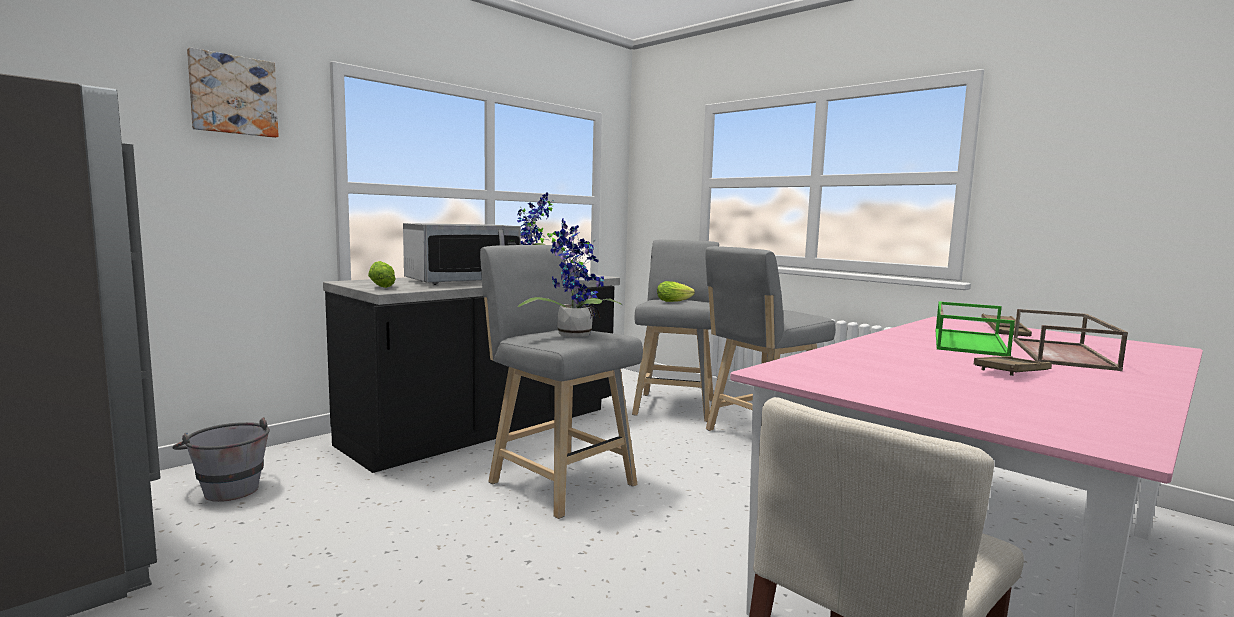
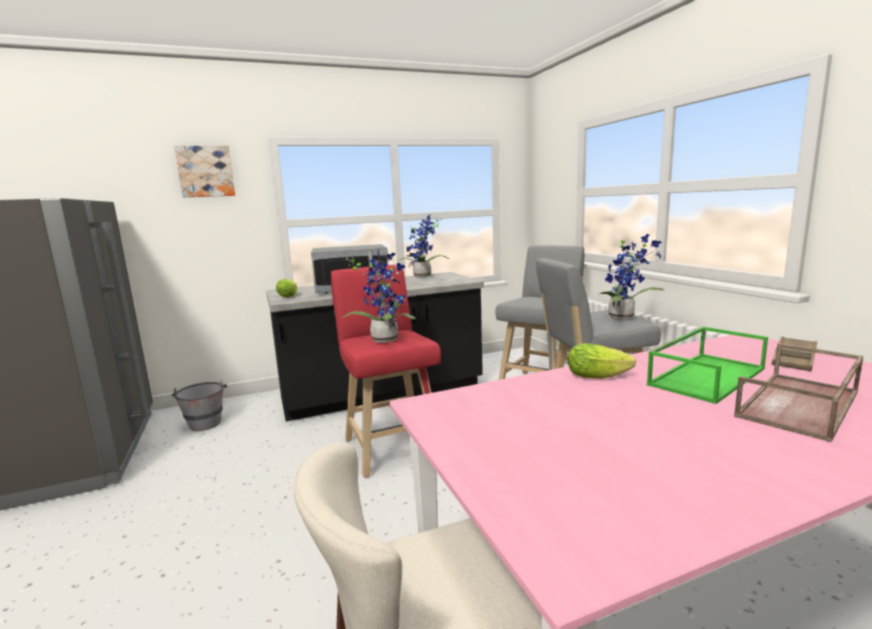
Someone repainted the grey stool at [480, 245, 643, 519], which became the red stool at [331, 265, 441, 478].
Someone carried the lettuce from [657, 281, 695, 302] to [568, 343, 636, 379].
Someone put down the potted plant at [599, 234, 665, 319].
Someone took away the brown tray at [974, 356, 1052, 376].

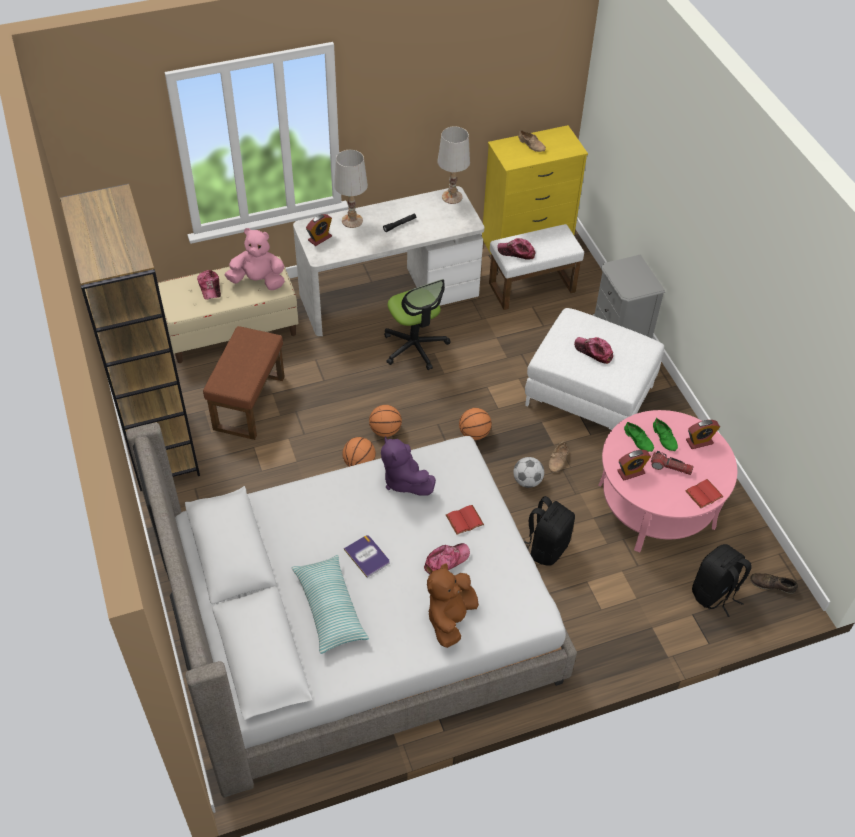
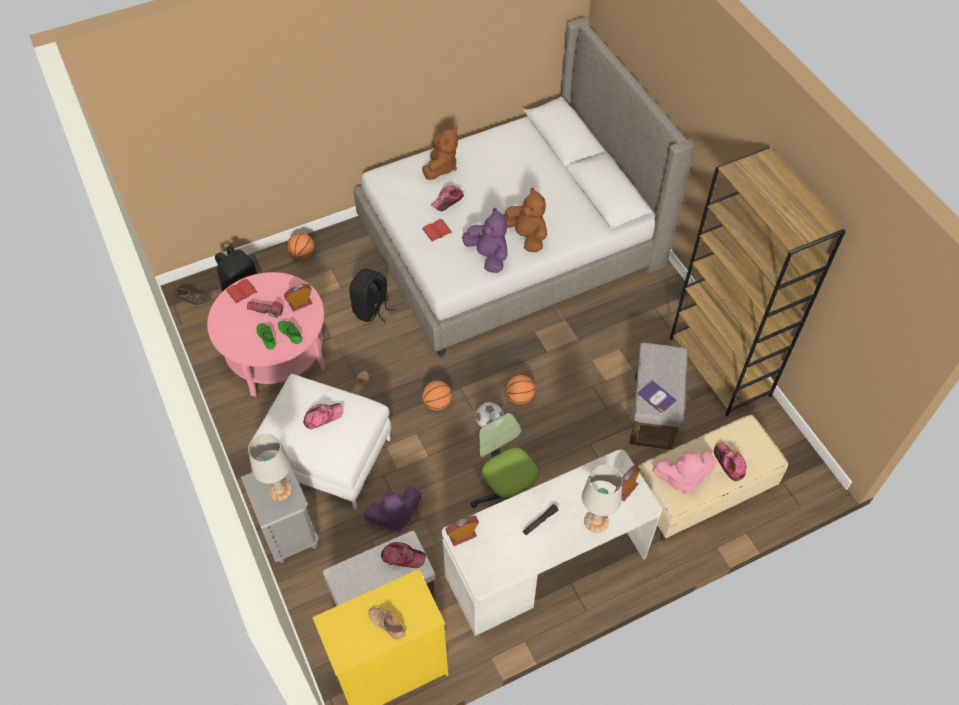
Someone carried the white table lamp from [437, 126, 470, 204] to [248, 433, 292, 501].
Someone carried the basketball from [342, 437, 376, 467] to [287, 233, 314, 260].
Someone rotated the cap at [574, 337, 613, 364] by 60 degrees counterclockwise.
Someone put down the purple plush toy at [364, 486, 422, 532].
Someone carried the alarm clock from [686, 420, 720, 449] to [445, 516, 479, 546].
Someone carried the football from [513, 457, 544, 488] to [475, 402, 503, 427].
Someone put down the brown plush toy at [503, 188, 547, 252].
Someone repainted the brown ottoman at [203, 326, 285, 440], which became the grey ottoman at [629, 342, 687, 450].
Someone carried the book from [344, 535, 390, 578] to [637, 380, 677, 414].
Someone took away the pillow at [292, 555, 369, 654].

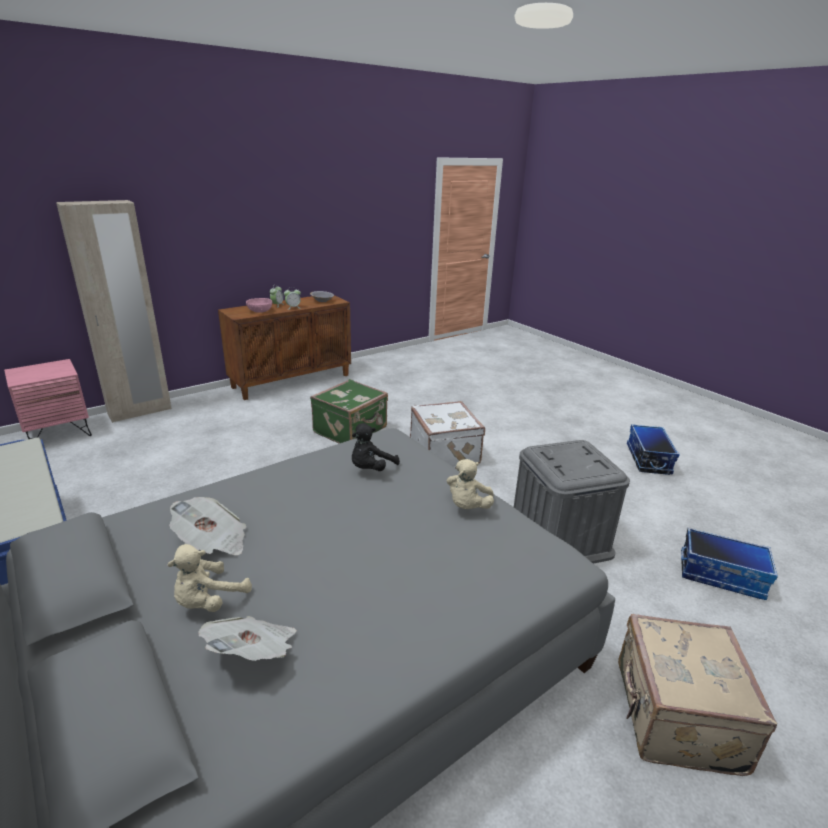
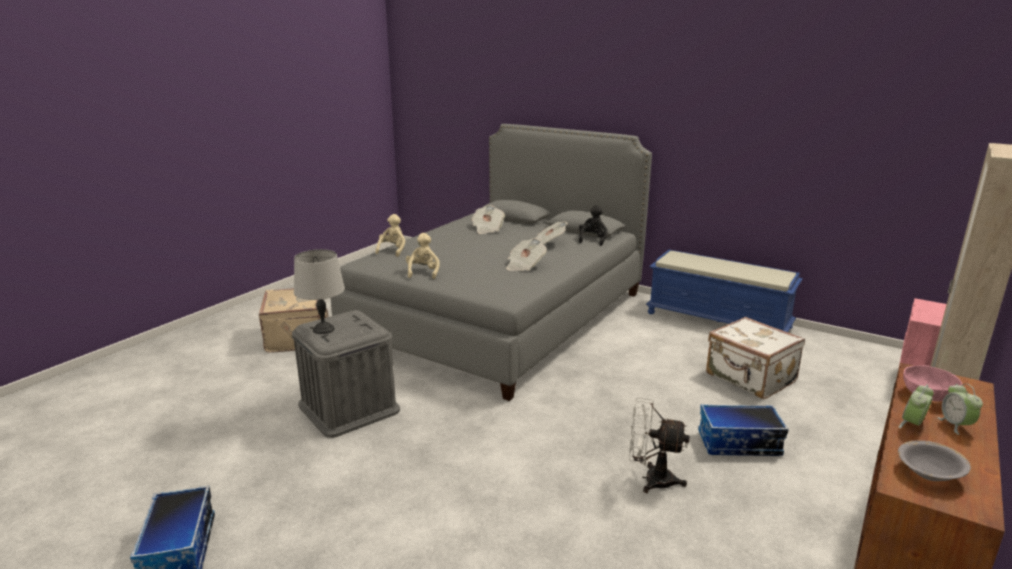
Someone put down the grey table lamp at [294, 249, 345, 334].
Someone carried the beige plush toy from [167, 544, 252, 612] to [375, 214, 406, 257].
Someone put down the newspaper at [506, 238, 547, 271].
Someone carried the black plush toy from [352, 423, 400, 471] to [579, 205, 608, 246].
Someone swapped the green suitcase at [310, 379, 388, 444] for the white fan at [628, 398, 690, 493].
Someone carried the storage box from [681, 527, 778, 600] to [698, 404, 789, 456].
Someone carried the white suitcase from [410, 401, 485, 468] to [706, 317, 805, 399].

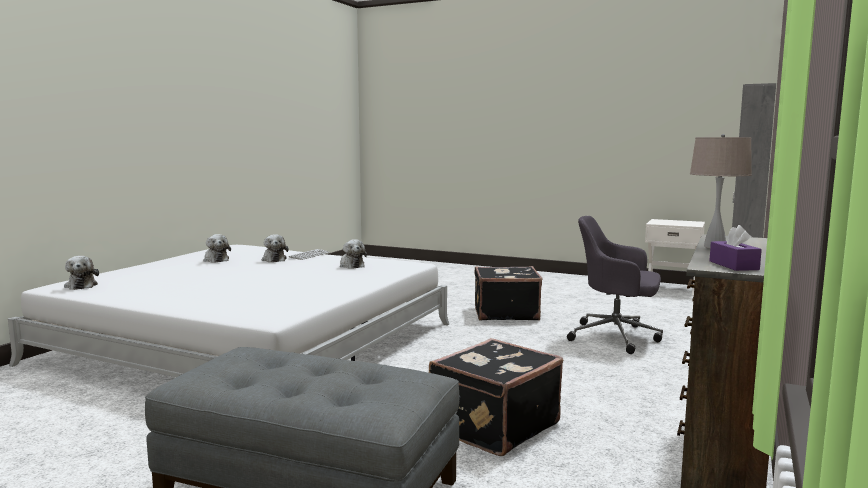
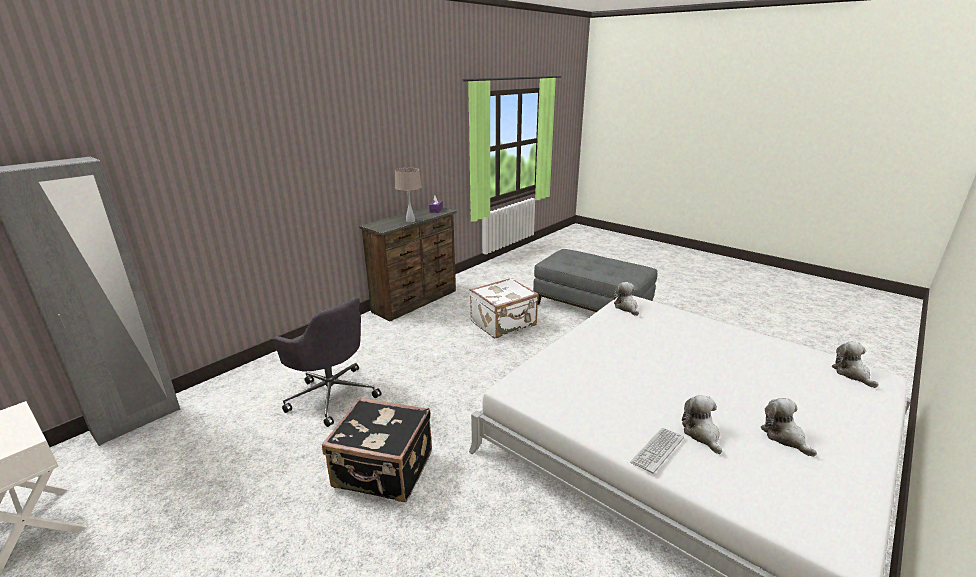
Someone repainted the black suitcase at [429, 338, 563, 456], which became the white suitcase at [470, 278, 539, 338].
Someone carried the plush toy from [340, 239, 367, 269] to [613, 282, 639, 316].

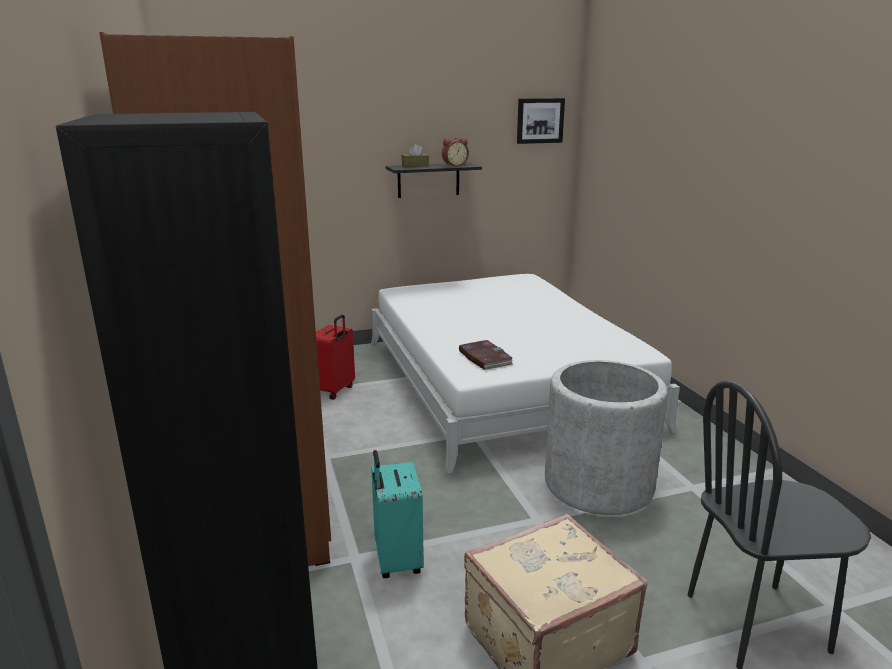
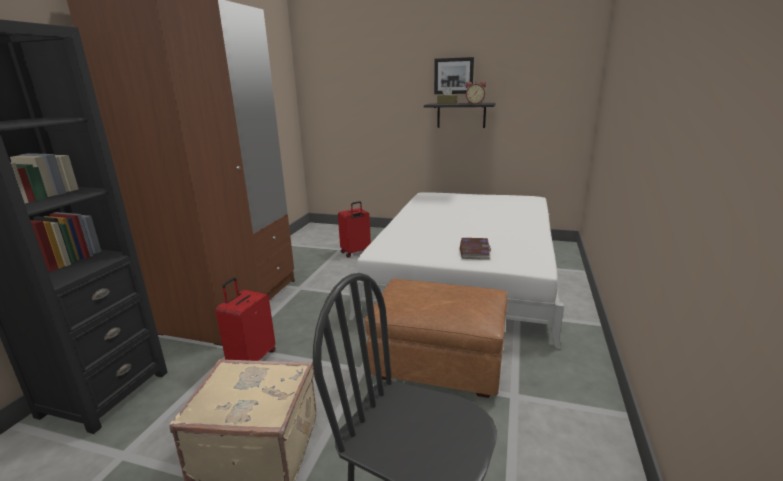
Someone repainted the turquoise suitcase at [371, 450, 424, 578], which became the red suitcase at [216, 277, 276, 361].
Someone swapped the grey planter at [545, 360, 668, 515] for the brown ottoman at [365, 279, 507, 398].
Someone carried the picture from [517, 98, 565, 144] to [434, 57, 474, 94].
Someone carried the book from [459, 340, 514, 370] to [460, 238, 491, 260].

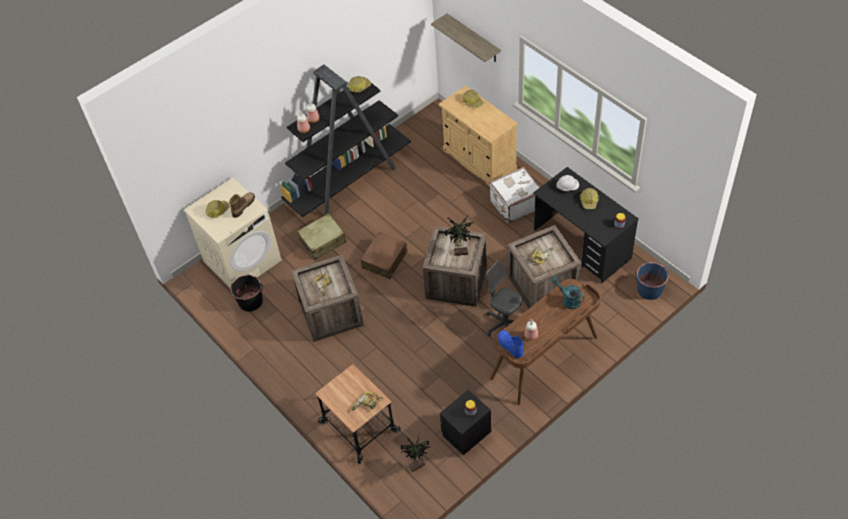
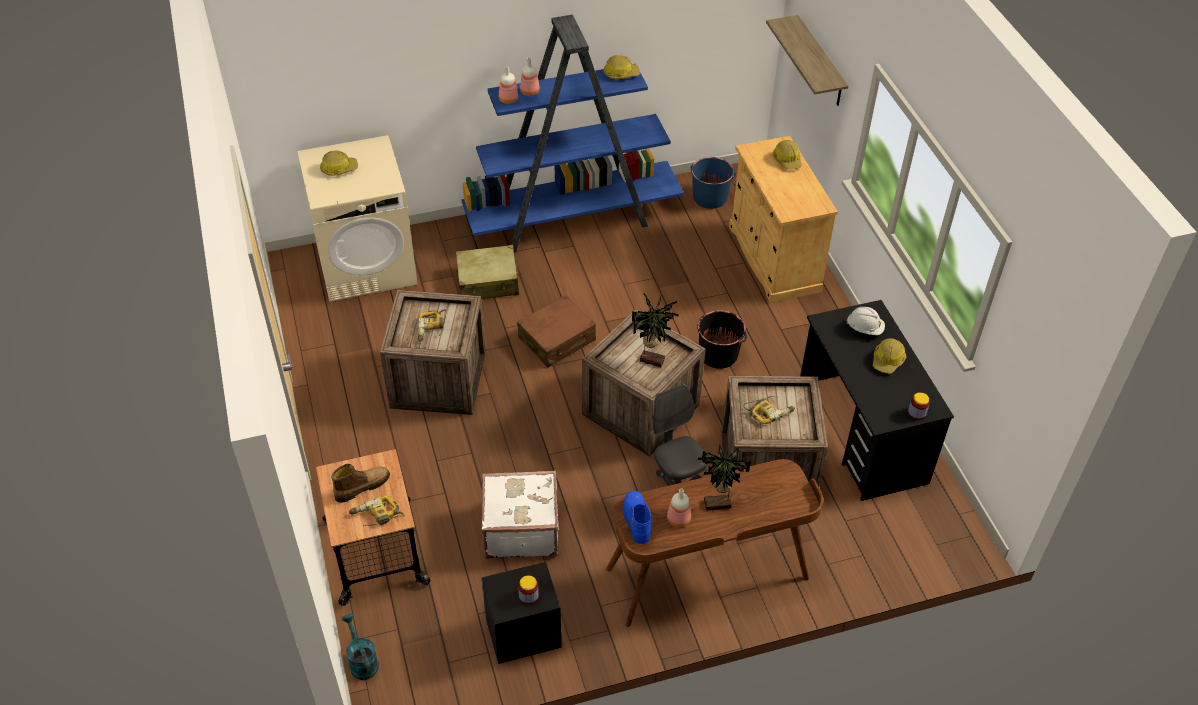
Someone carried the boot from [229, 192, 255, 218] to [331, 464, 390, 503].
Someone carried the turquoise watering can from [551, 277, 585, 309] to [342, 613, 379, 680].
Someone repainted the black bookcase at [280, 65, 411, 217], which became the blue bookcase at [461, 15, 684, 253].
Someone carried the white suitcase from [489, 167, 540, 223] to [482, 470, 558, 559].
Someone carried the blue bucket from [635, 262, 669, 300] to [690, 157, 736, 209].
Someone carried the black bucket from [230, 275, 263, 312] to [697, 310, 747, 369].
Someone carried the potted plant from [401, 436, 431, 472] to [698, 445, 750, 511].

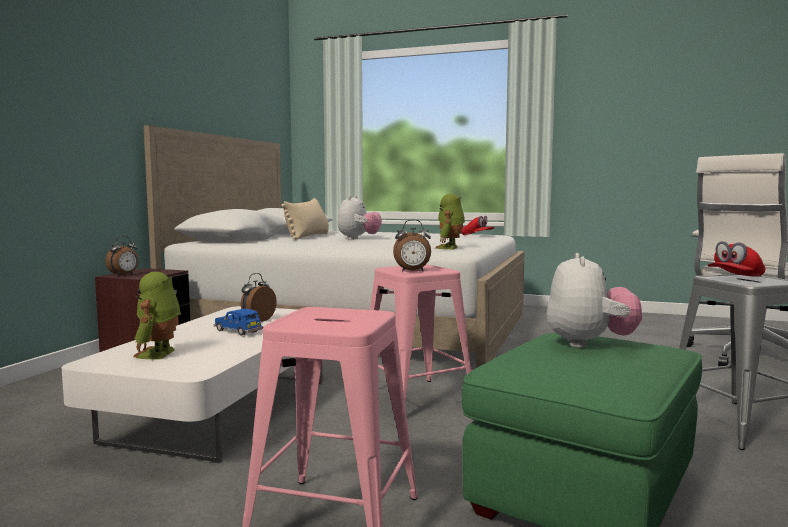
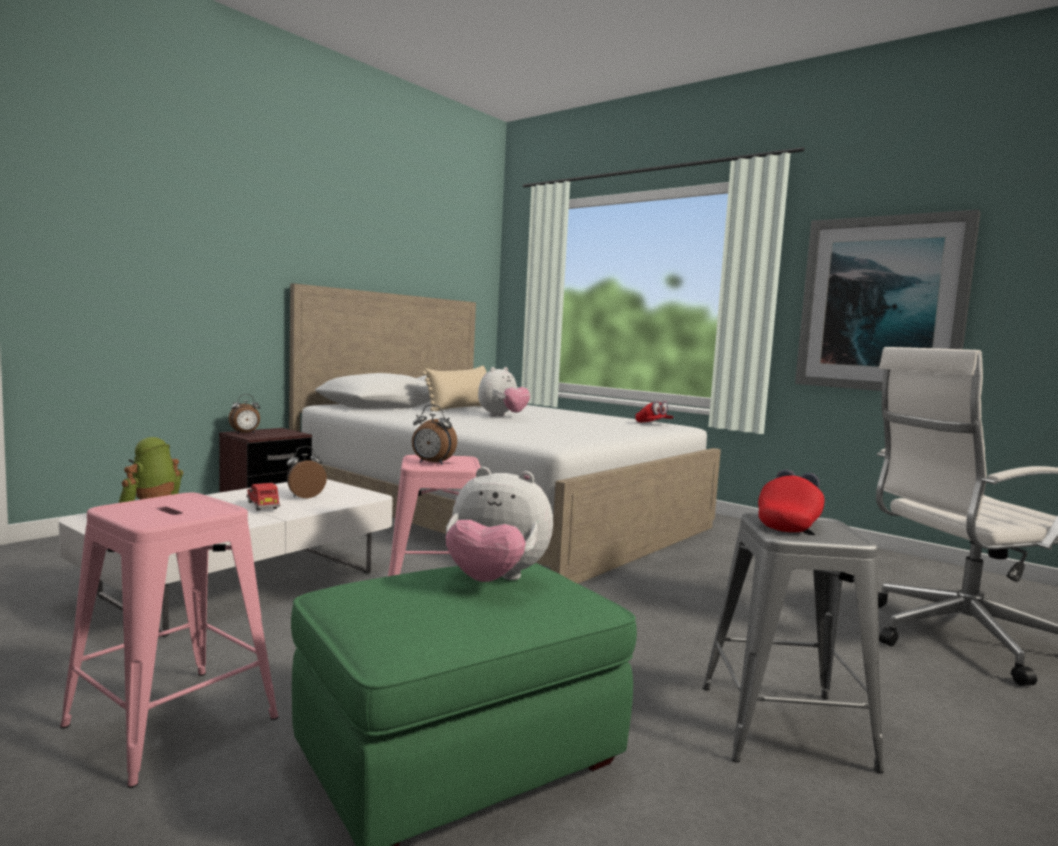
Someone repainted the blue toy car at [214, 309, 263, 336], which became the red toy car at [246, 483, 280, 511].
Someone rotated the plush toy at [547, 253, 642, 348] by 75 degrees clockwise.
Someone rotated the red cap at [707, 241, 765, 277] by 135 degrees clockwise.
Someone put up the picture at [795, 210, 981, 391].
Someone took away the toy robot at [435, 194, 465, 249].

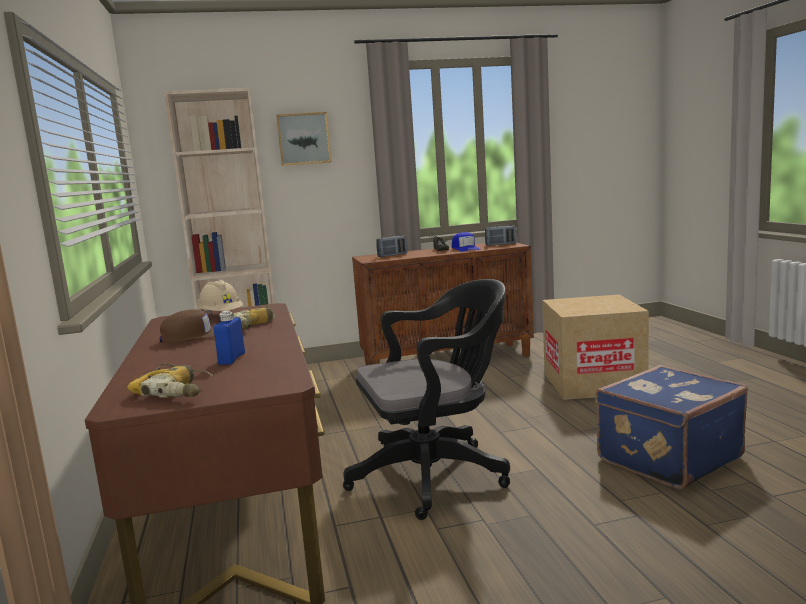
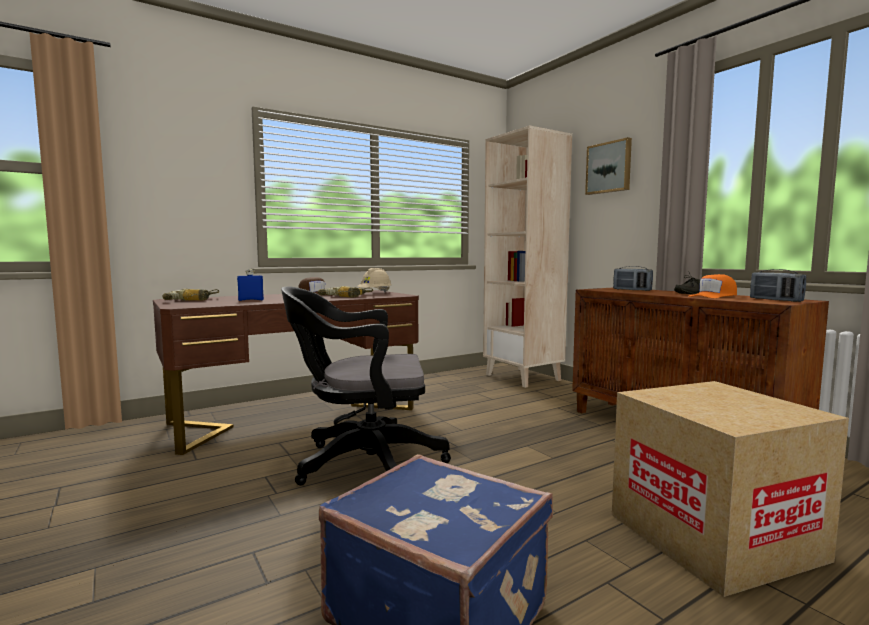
Someone rotated the black office chair at [343, 279, 510, 520] by 120 degrees clockwise.
Someone repainted the blue cap at [452, 232, 480, 252], which became the orange cap at [688, 274, 737, 298].

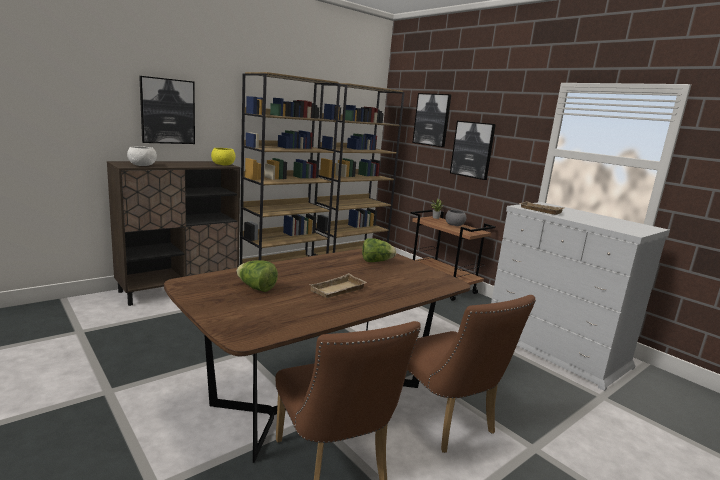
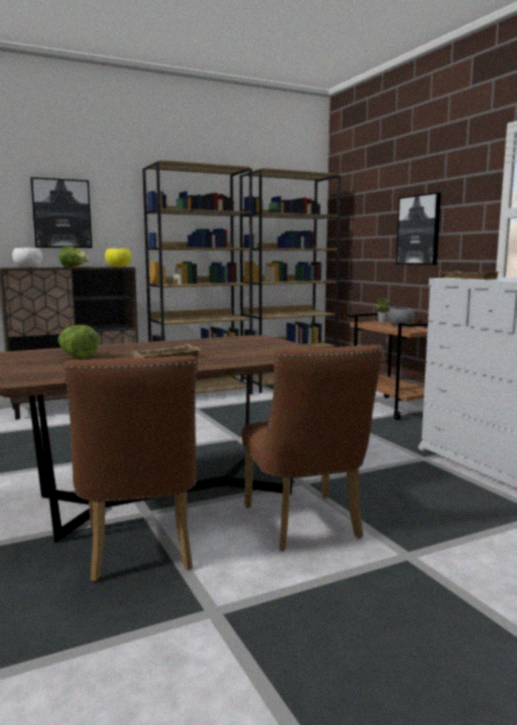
Someone carried the lettuce from [362, 238, 396, 262] to [59, 247, 89, 267].
Someone took away the picture at [413, 93, 451, 147].

